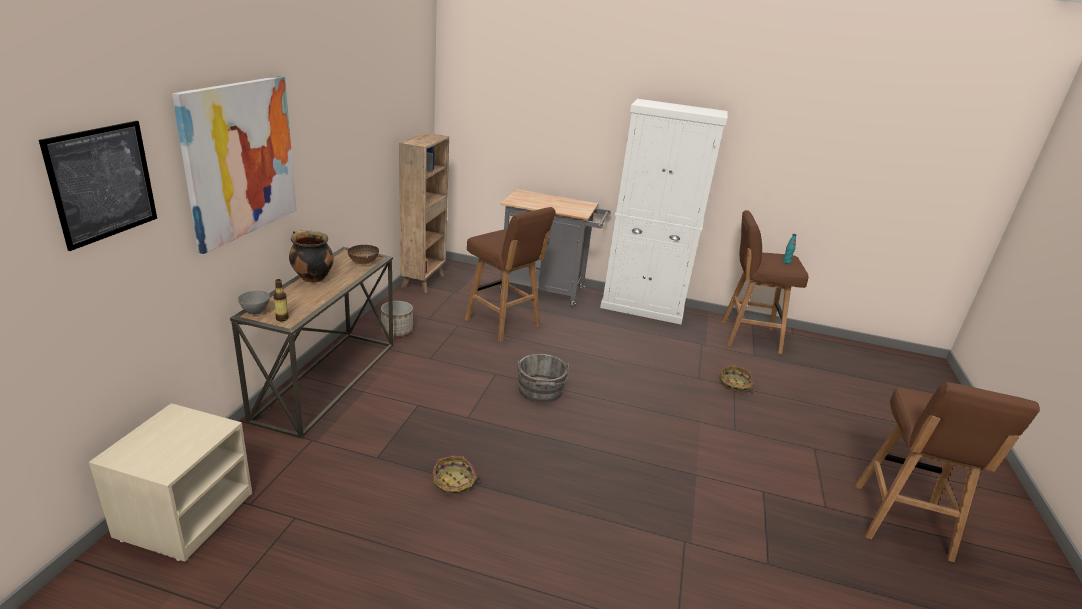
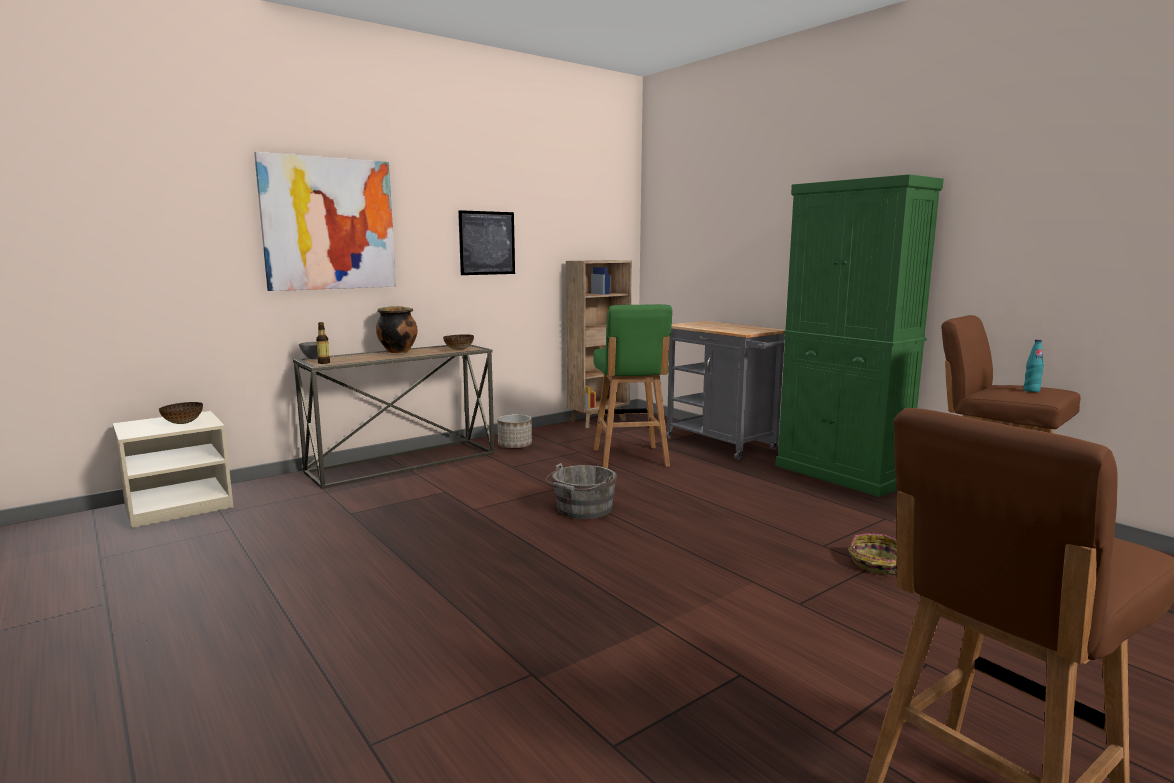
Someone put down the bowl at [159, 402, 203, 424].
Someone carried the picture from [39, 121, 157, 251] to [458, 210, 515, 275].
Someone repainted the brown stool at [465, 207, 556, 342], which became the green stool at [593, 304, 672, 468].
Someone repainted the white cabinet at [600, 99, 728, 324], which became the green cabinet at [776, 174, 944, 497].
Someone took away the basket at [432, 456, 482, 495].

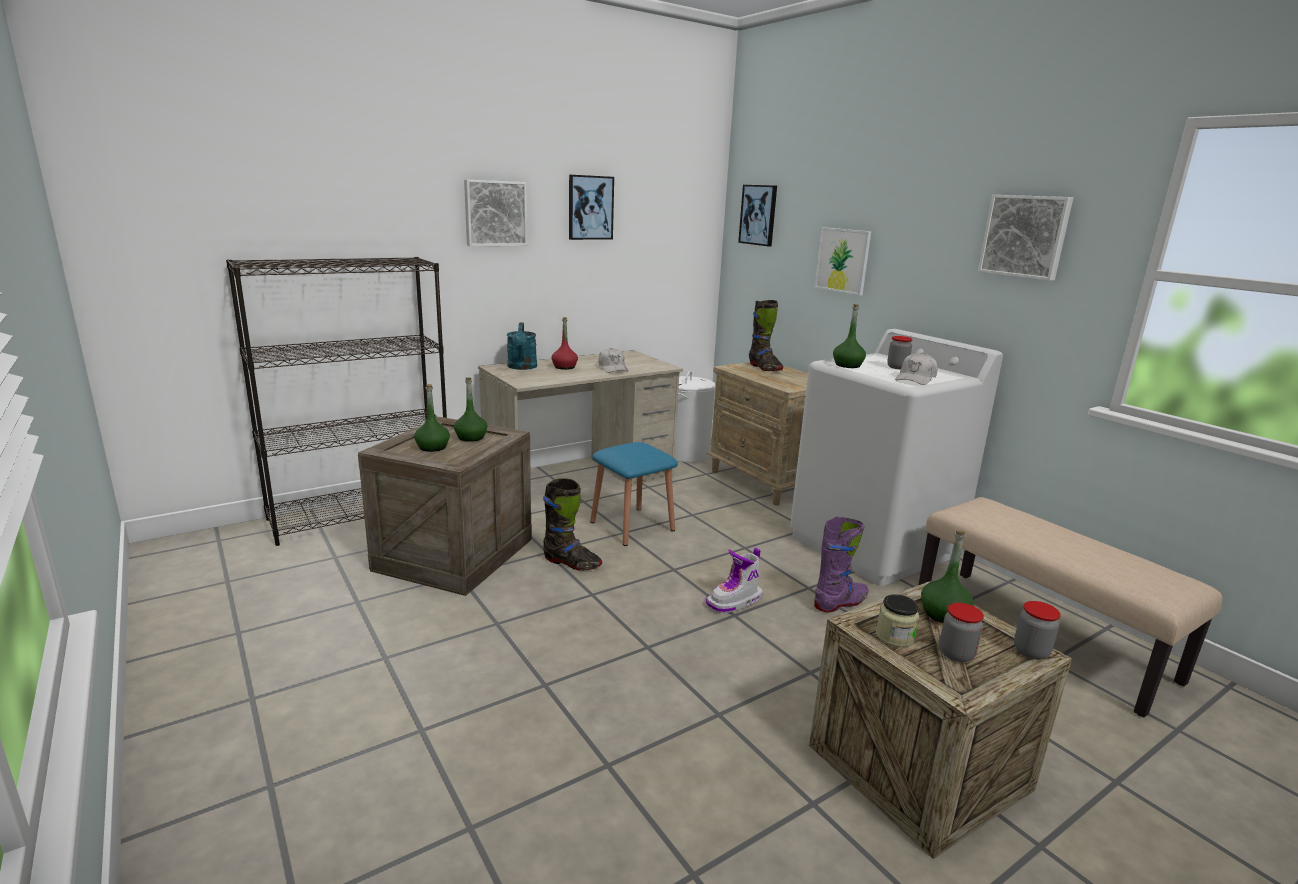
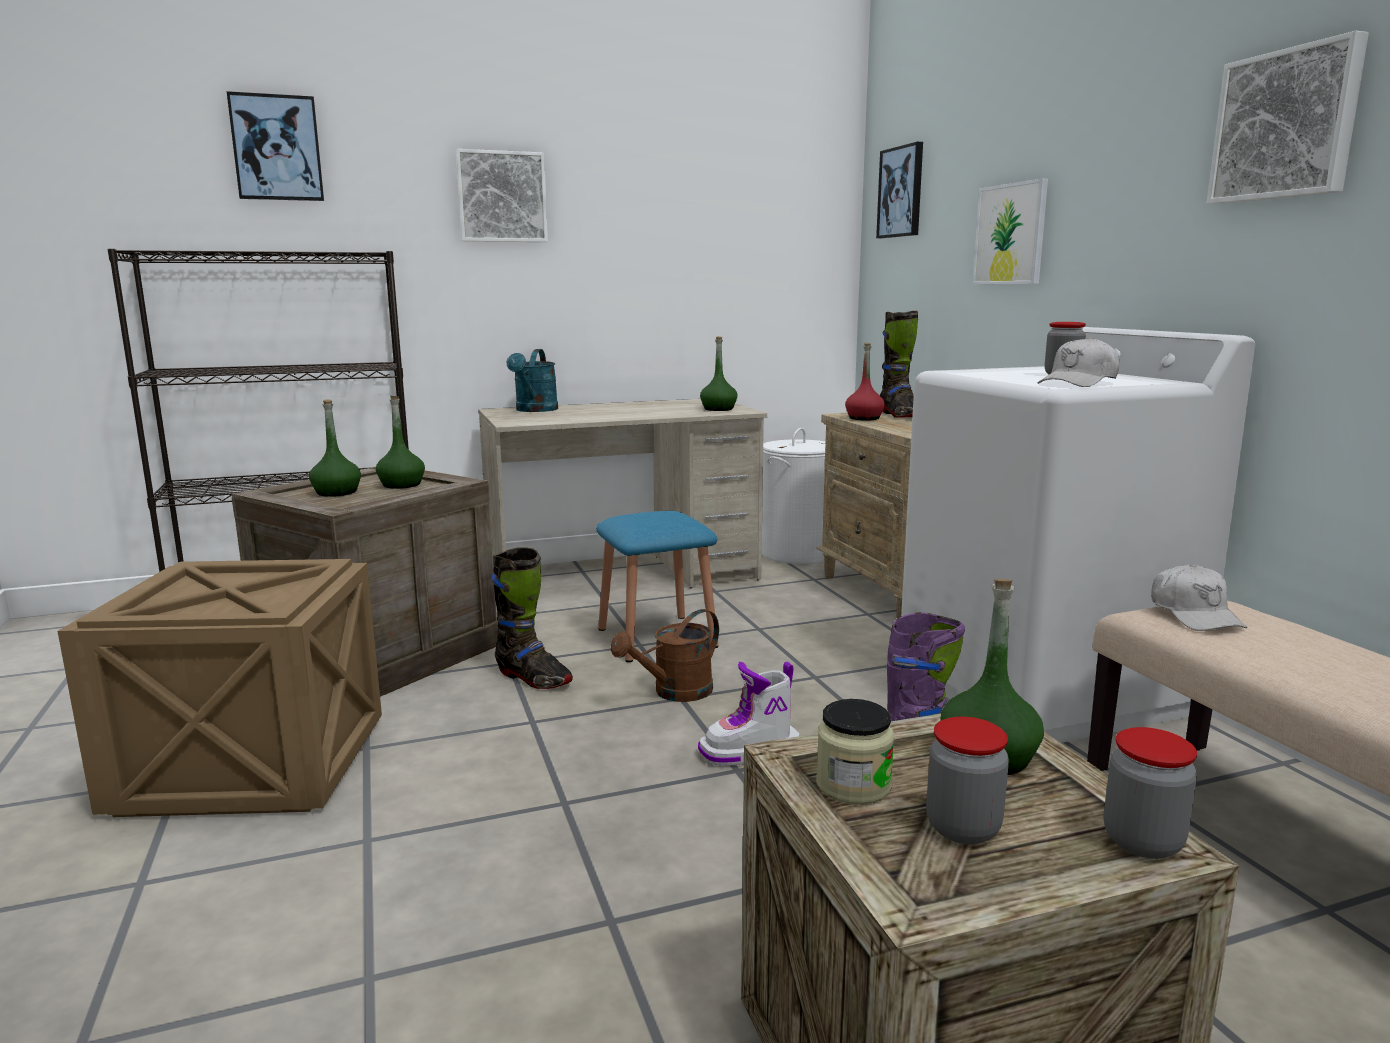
Someone put down the crate at [58, 559, 382, 817].
Someone carried the picture from [569, 175, 614, 240] to [227, 91, 324, 201].
Someone put down the brown watering can at [611, 609, 719, 702].
Someone carried the green bottle from [833, 304, 866, 368] to [700, 336, 738, 411].
Someone carried the red bottle from [552, 317, 578, 370] to [845, 343, 885, 421].
Someone carried the white cap from [598, 348, 628, 373] to [1151, 564, 1247, 631].

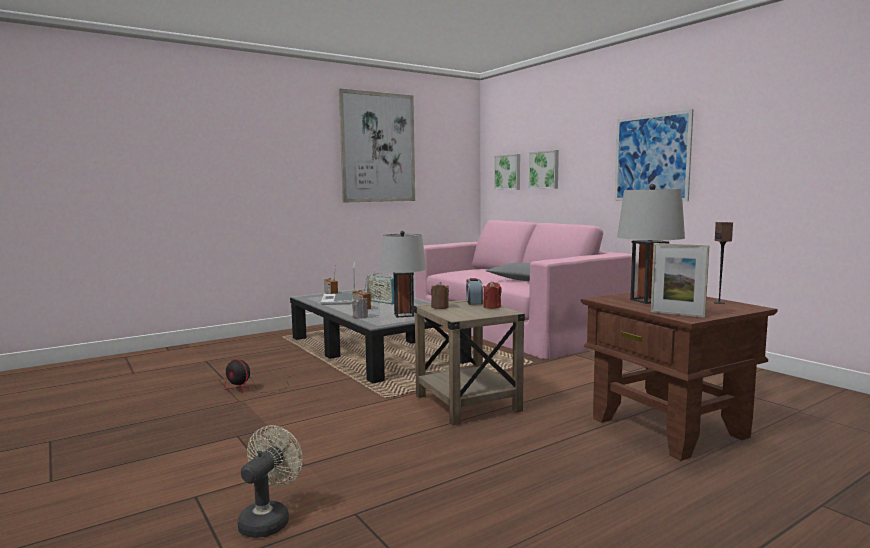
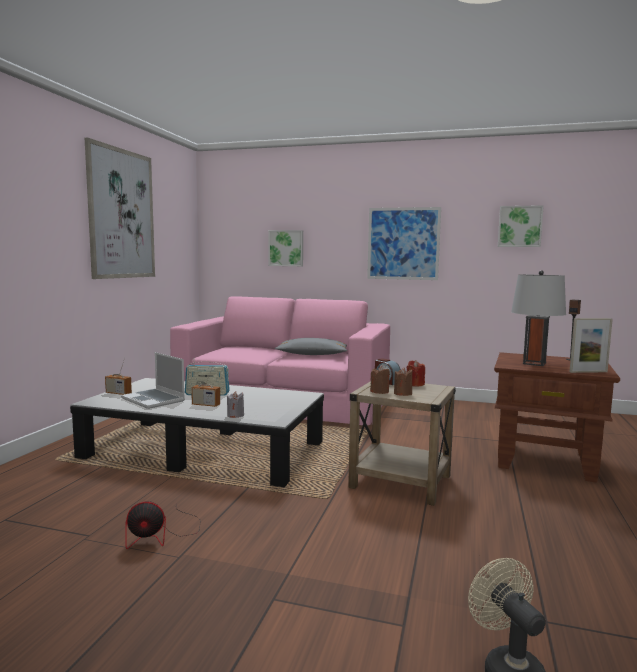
Someone put down the brown candle at [394, 367, 413, 396].
Someone carried the picture from [494, 154, 520, 190] to [498, 205, 544, 247].
Someone took away the grey table lamp at [380, 231, 426, 318].

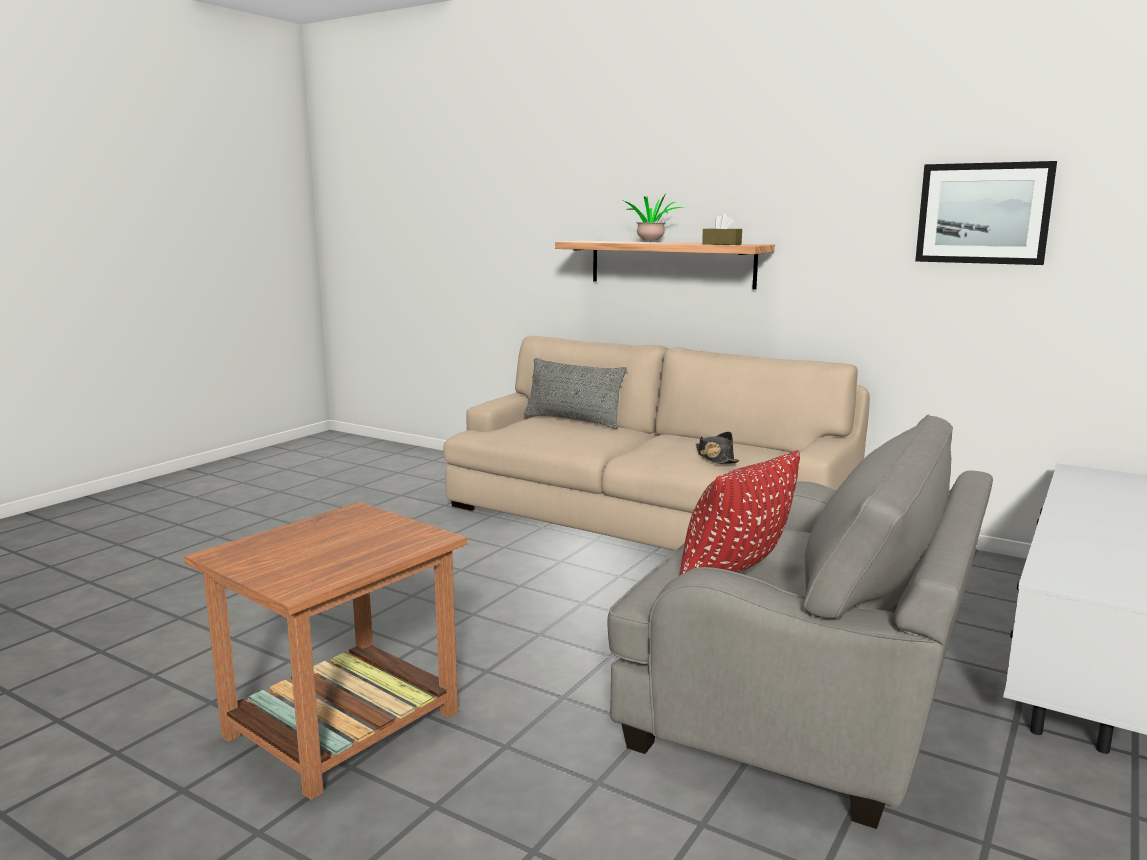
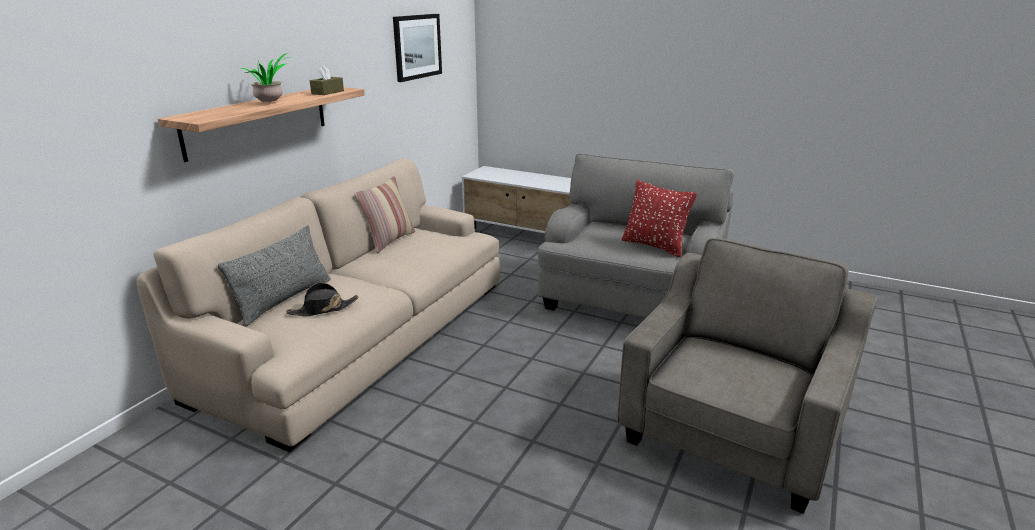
Someone carried the black hat from [696, 432, 740, 464] to [286, 283, 359, 316].
Someone put down the pillow at [354, 176, 415, 253].
Someone swapped the brown side table at [184, 502, 467, 800] for the grey armchair at [617, 238, 878, 514].

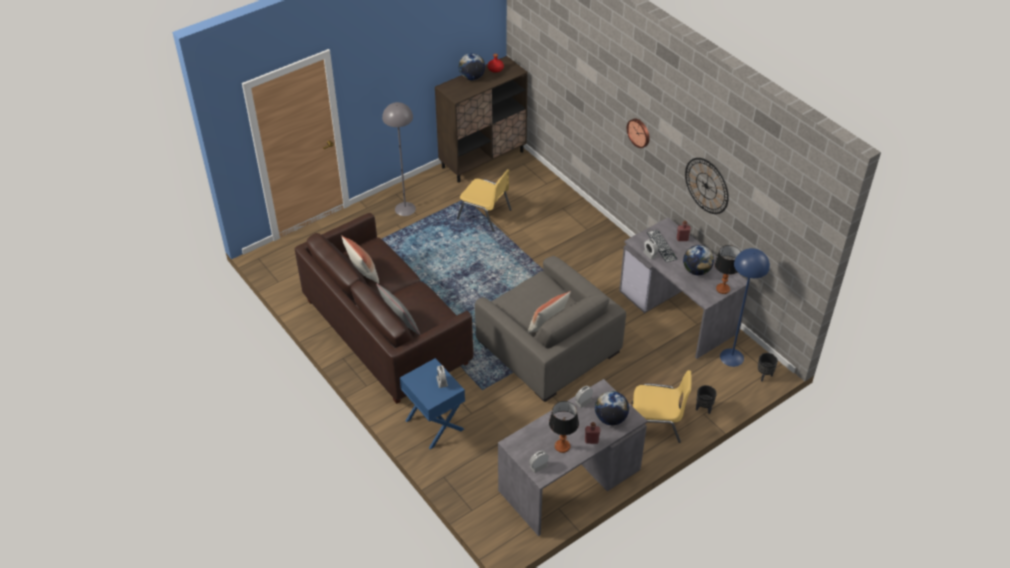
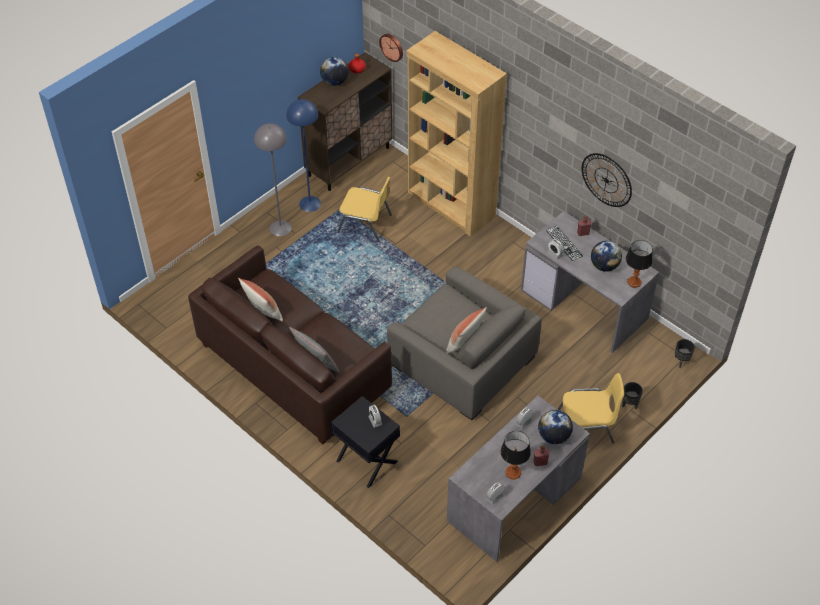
Someone carried the blue floor lamp from [720, 248, 770, 367] to [286, 99, 321, 212].
Someone repainted the blue side table at [400, 358, 465, 449], which became the black side table at [331, 396, 400, 488].
Someone carried the wall clock from [627, 118, 650, 148] to [379, 34, 403, 62].
Someone put down the brown bookcase at [407, 31, 507, 237].

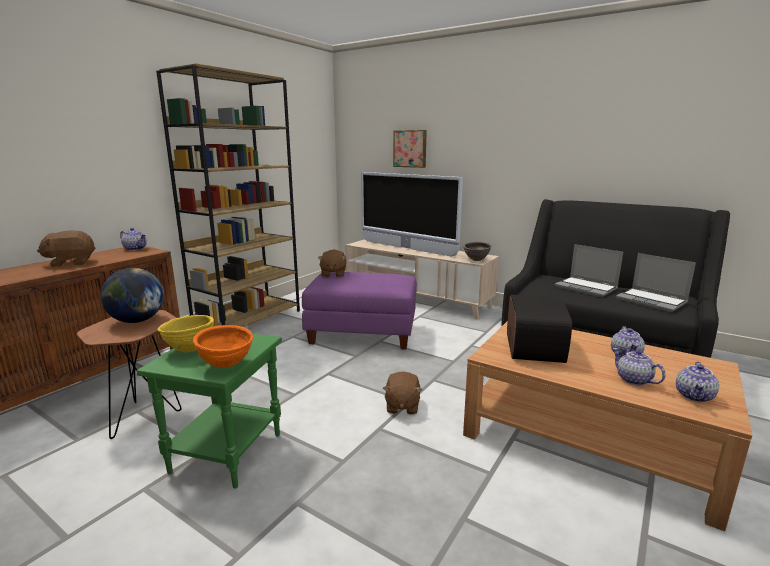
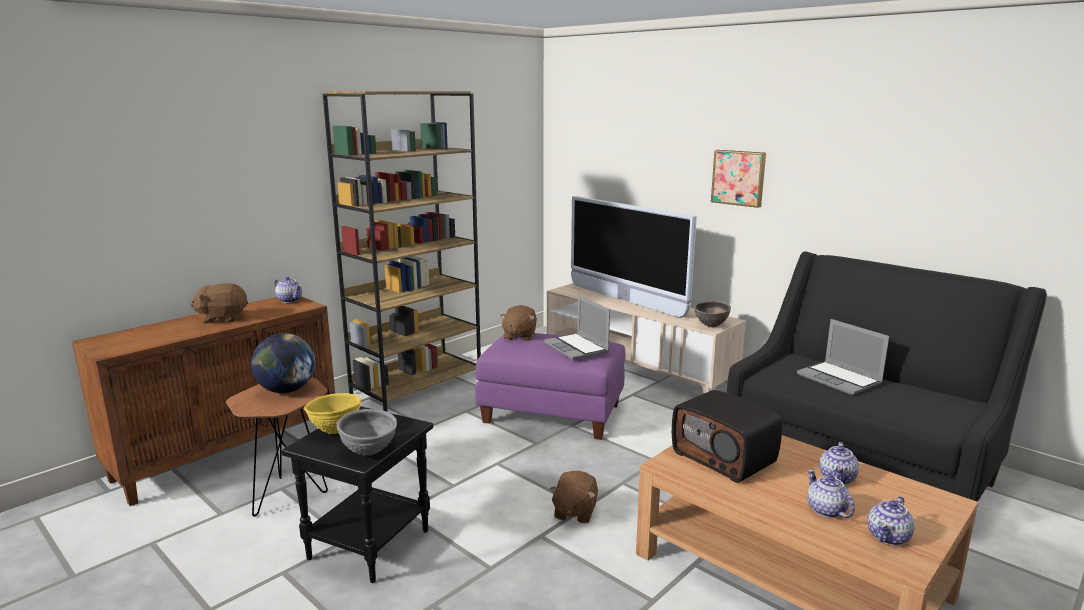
Someone repainted the green side table at [136, 334, 282, 489], which became the black side table at [281, 406, 433, 583].
Someone repainted the orange bowl at [193, 325, 253, 368], which became the grey bowl at [337, 409, 397, 456].
Someone carried the laptop from [616, 253, 696, 312] to [544, 295, 610, 360].
Someone rotated the radio at [507, 295, 572, 363] by 120 degrees clockwise.
Someone carried the picture from [393, 130, 427, 168] to [711, 150, 766, 208].

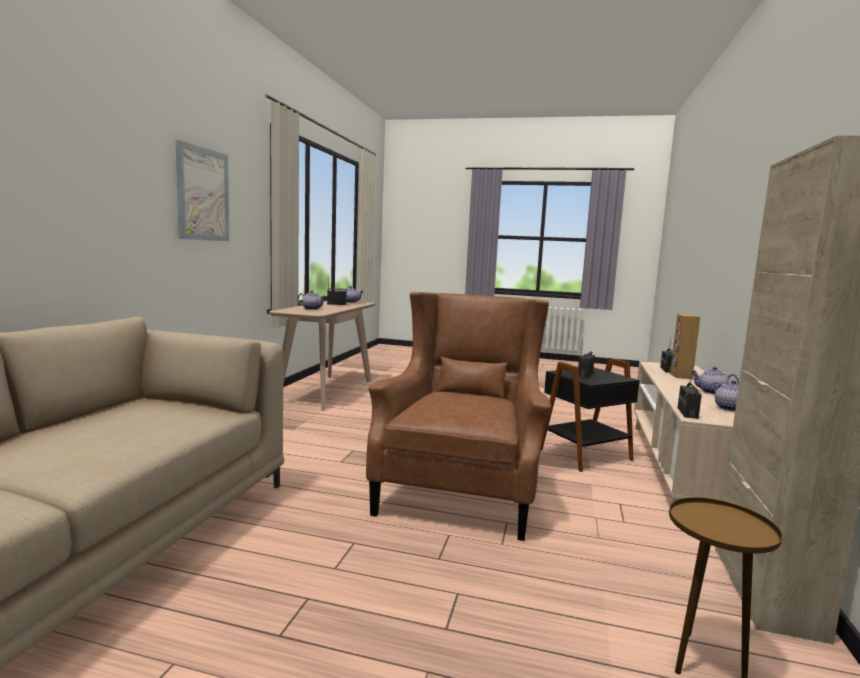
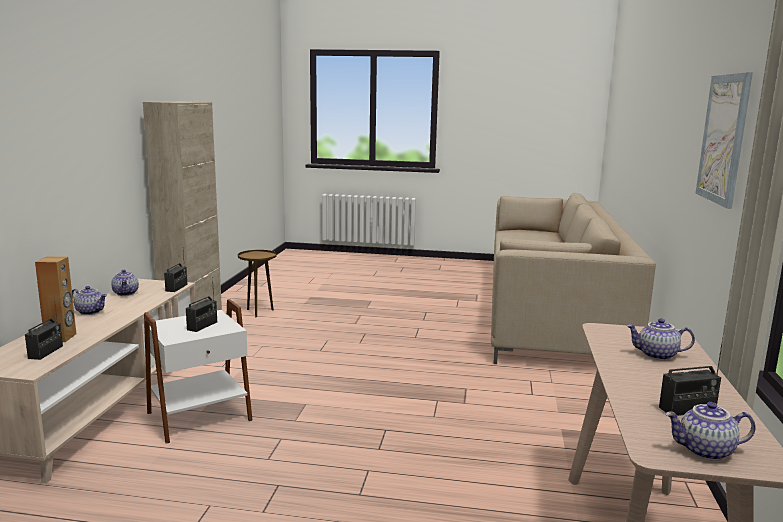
Someone repainted the black side table at [541, 358, 640, 472], which became the white side table at [144, 299, 253, 443].
Someone took away the brown armchair at [366, 292, 551, 541].

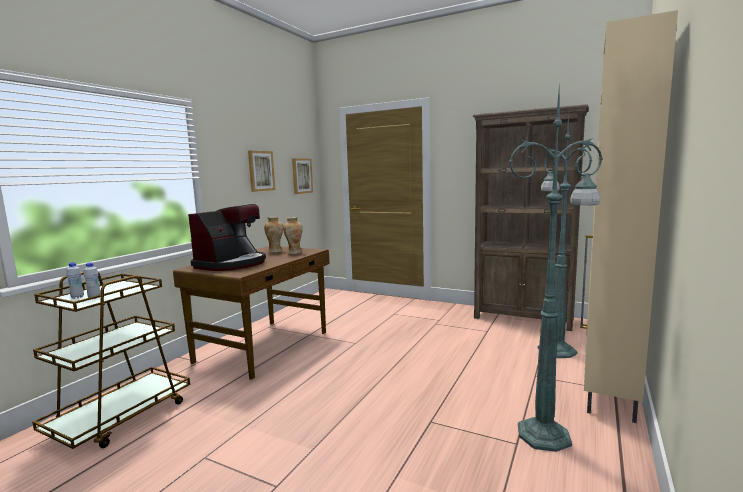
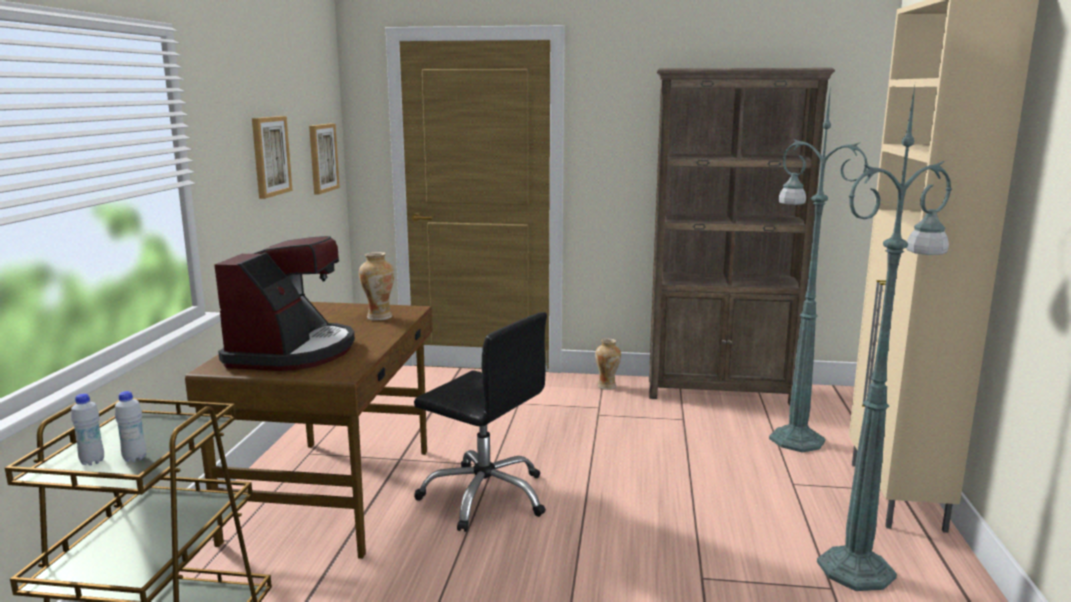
Someone put down the black office chair at [414, 312, 547, 532].
Someone carried the vase from [264, 217, 283, 253] to [595, 338, 621, 390].

